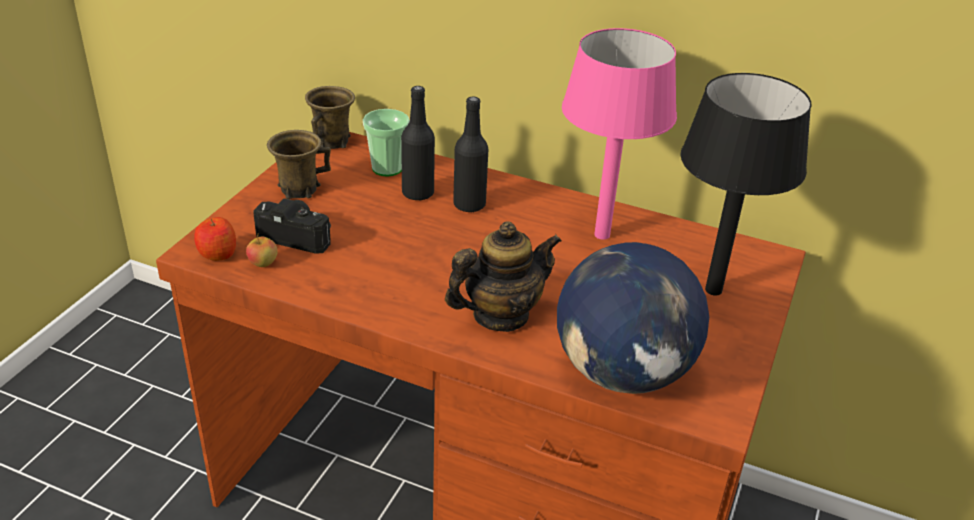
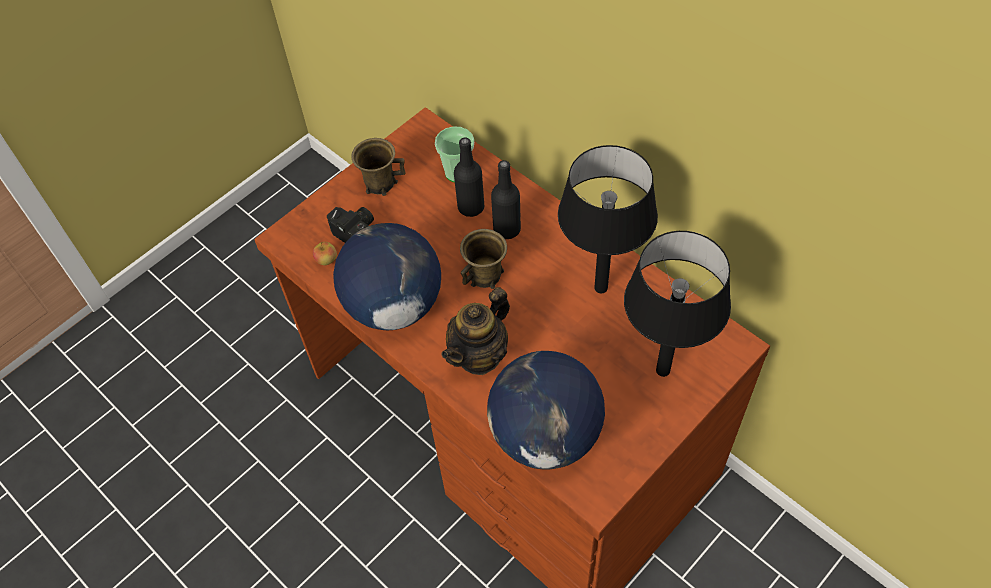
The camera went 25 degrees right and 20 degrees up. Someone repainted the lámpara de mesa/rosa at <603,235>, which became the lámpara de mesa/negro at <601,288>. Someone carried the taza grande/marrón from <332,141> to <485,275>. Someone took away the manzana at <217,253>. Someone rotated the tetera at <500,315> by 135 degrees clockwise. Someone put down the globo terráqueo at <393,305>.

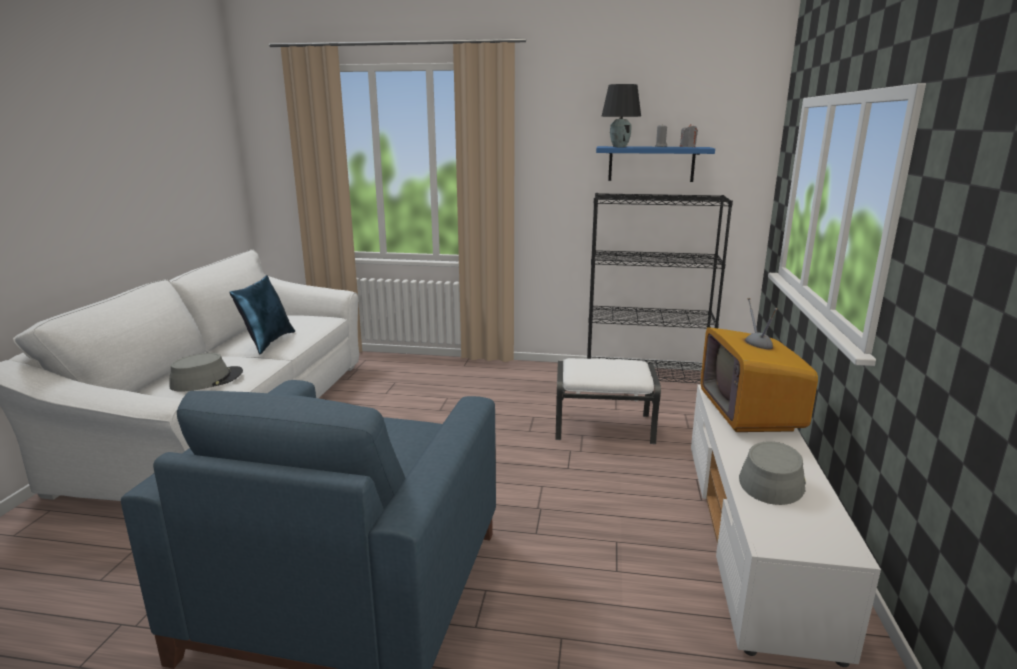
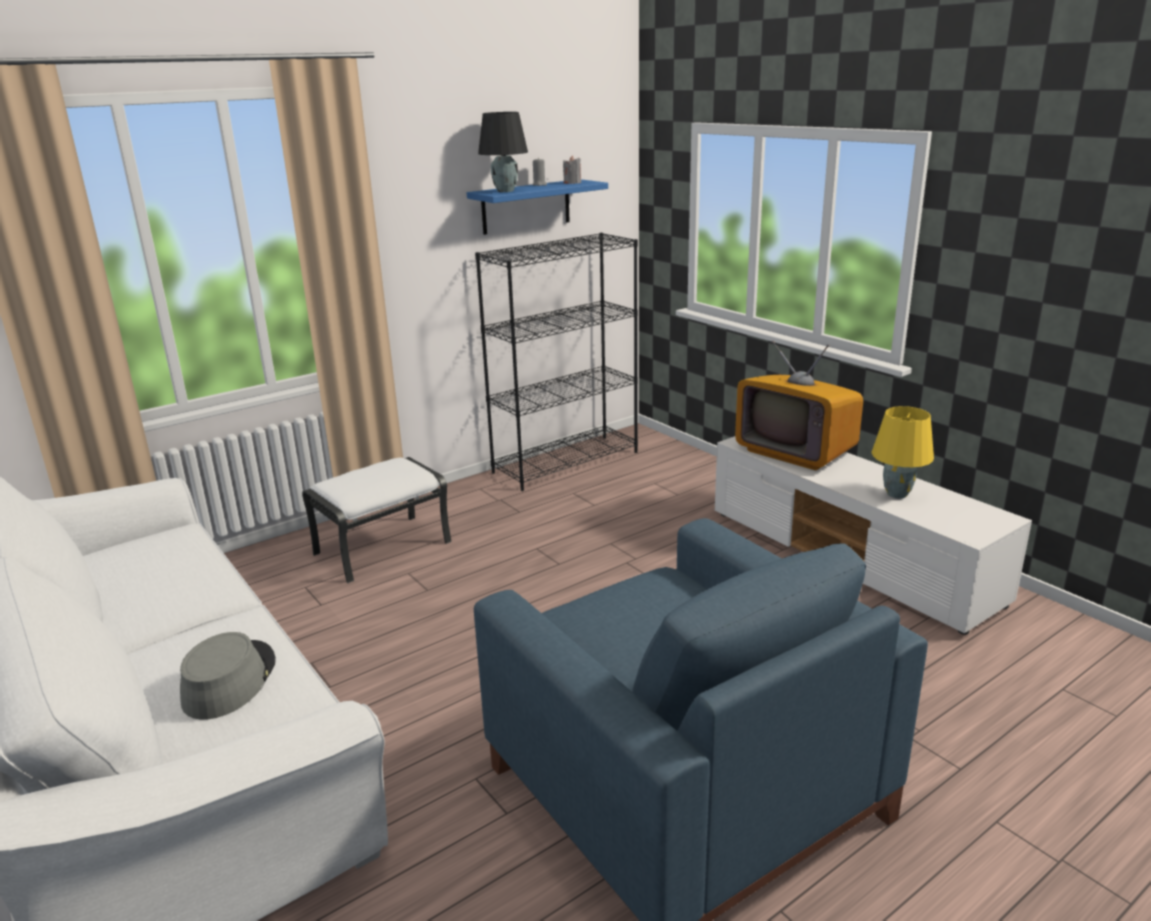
The camera went 45 degrees left and 5 degrees up. Someone took away the cojín/azul at <267,342>. Someone carried the puf/blanco from <604,427> to <383,547>. Someone swapped the sombrero/gris at <771,479> for the lámpara de mesa/amarillo at <896,494>.

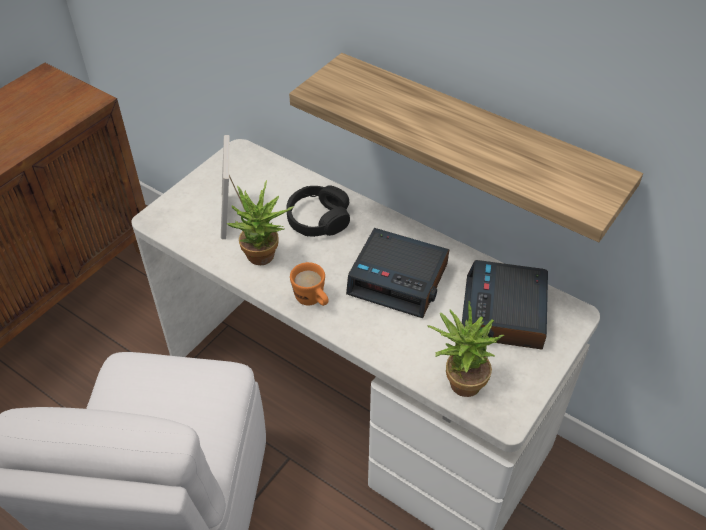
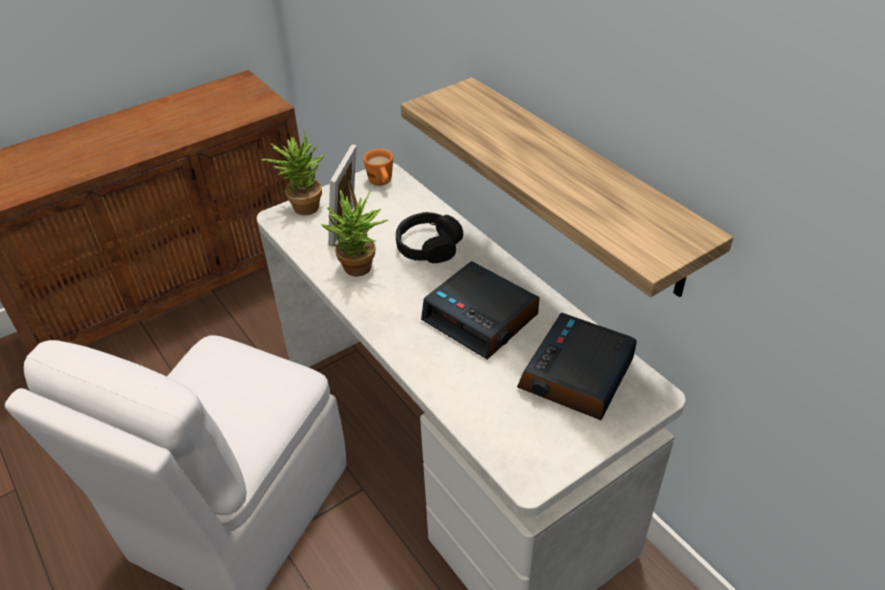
The camera went 20 degrees right and 5 degrees down. Someone carried the taza grande/naranja from <312,301> to <381,183>. Someone carried the planta en maceta from <458,382> to <302,206>.

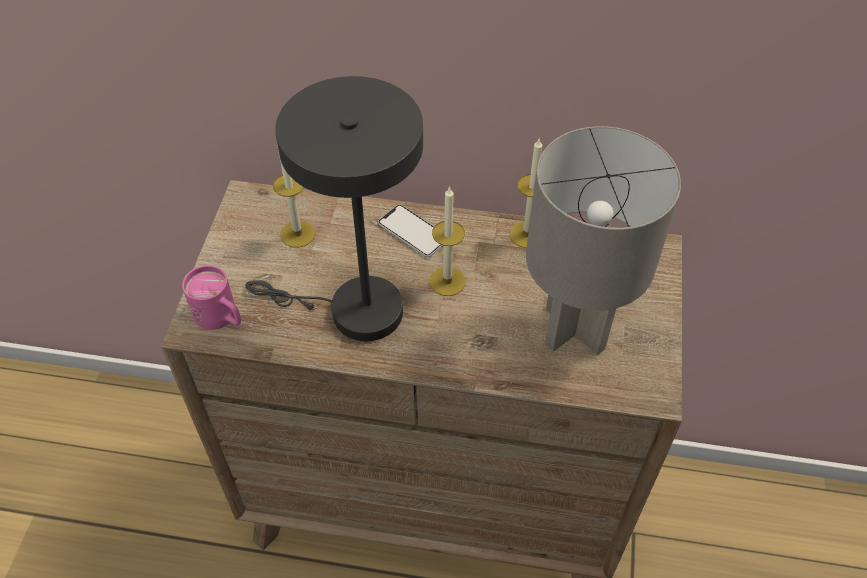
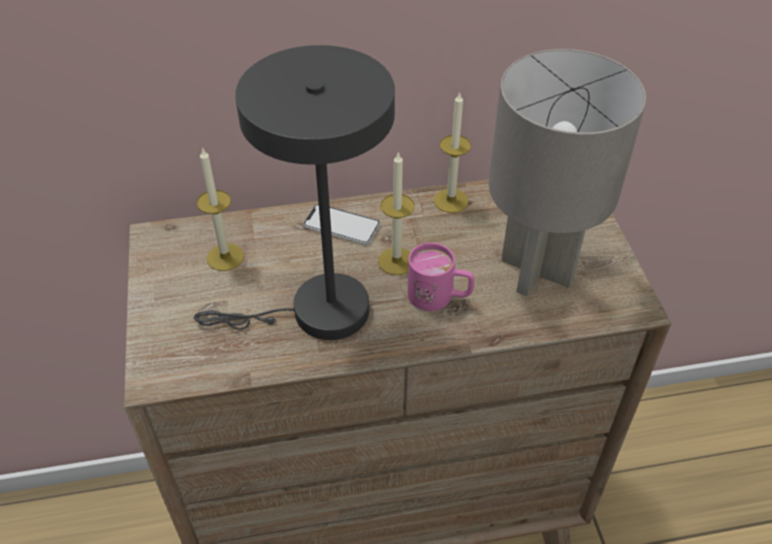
The camera went 20 degrees left and 5 degrees down. Someone carried the taza grande/rosa from <221,318> to <439,297>.

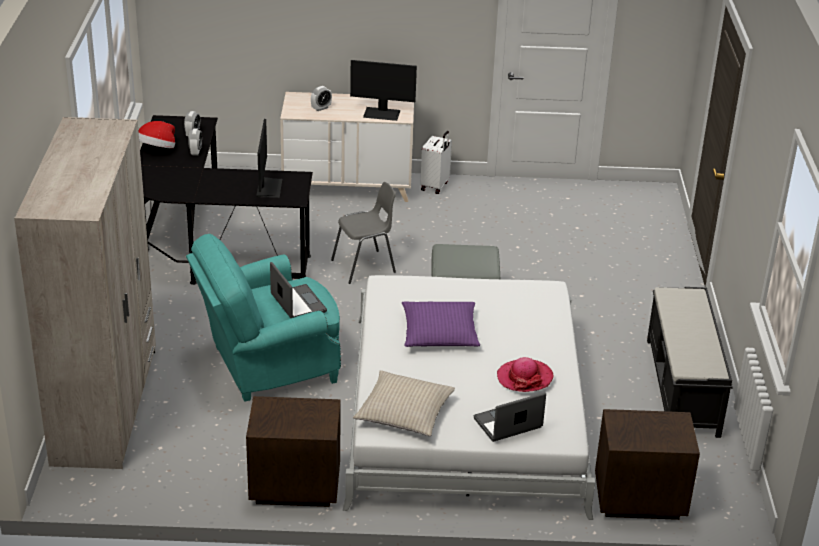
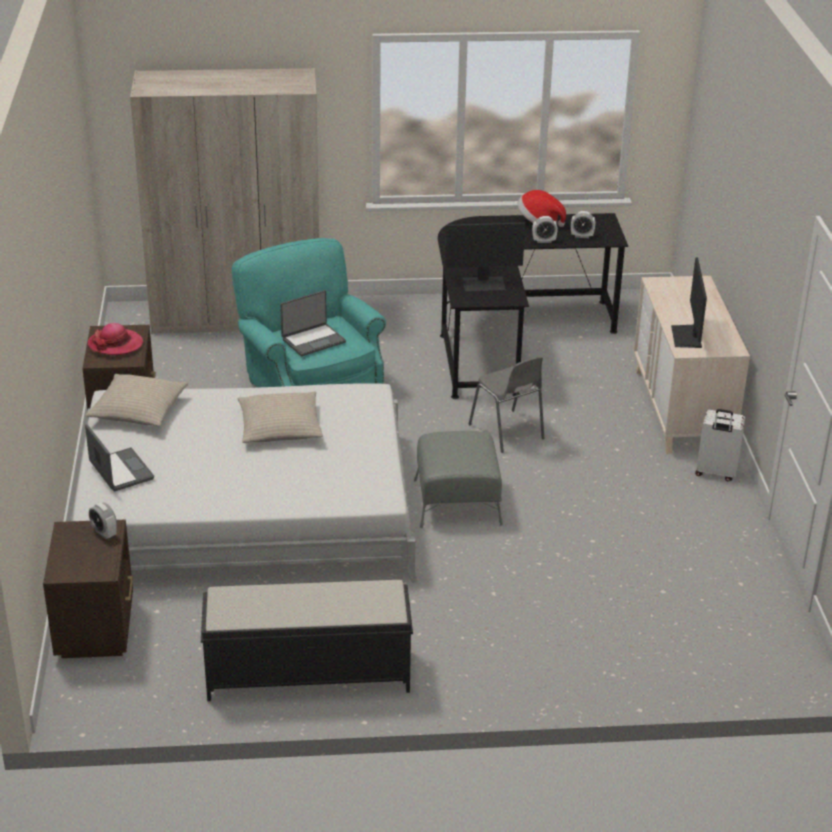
The camera went 85 degrees right and 0 degrees up. Someone carried the despertador from <321,108> to <104,533>. Someone repainted the cojín/morado at <440,333>, which became the cojín/beis at <280,427>. Someone carried the sombrero from <524,378> to <115,344>.

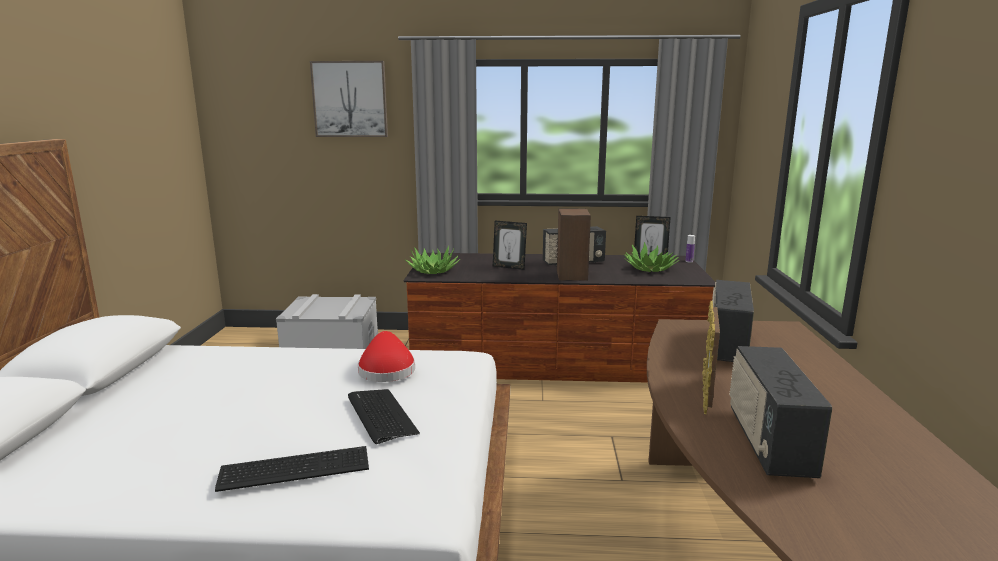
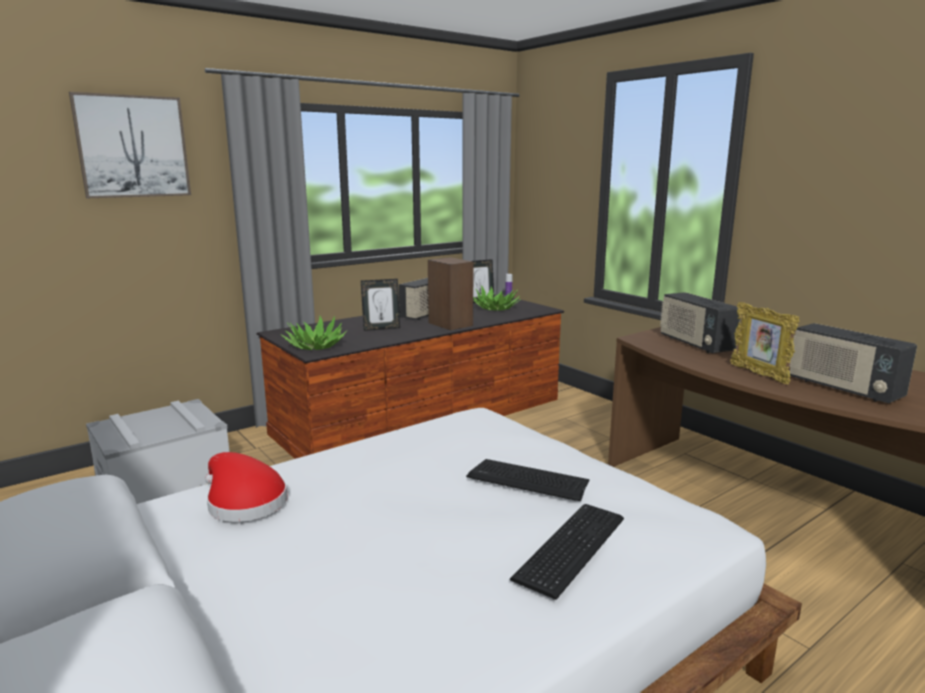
The camera went 40 degrees left and 0 degrees up. Someone carried the sombrero/rojo from <386,369> to <243,501>.

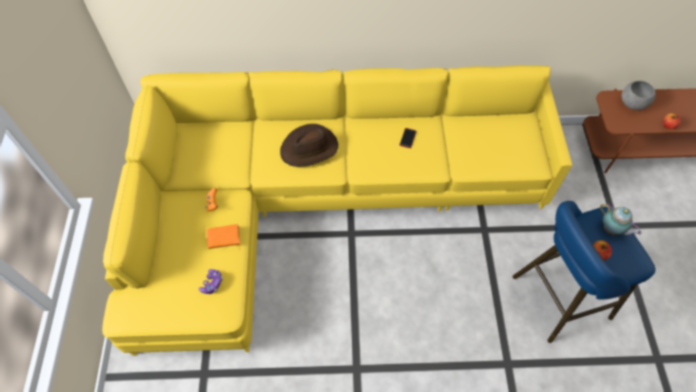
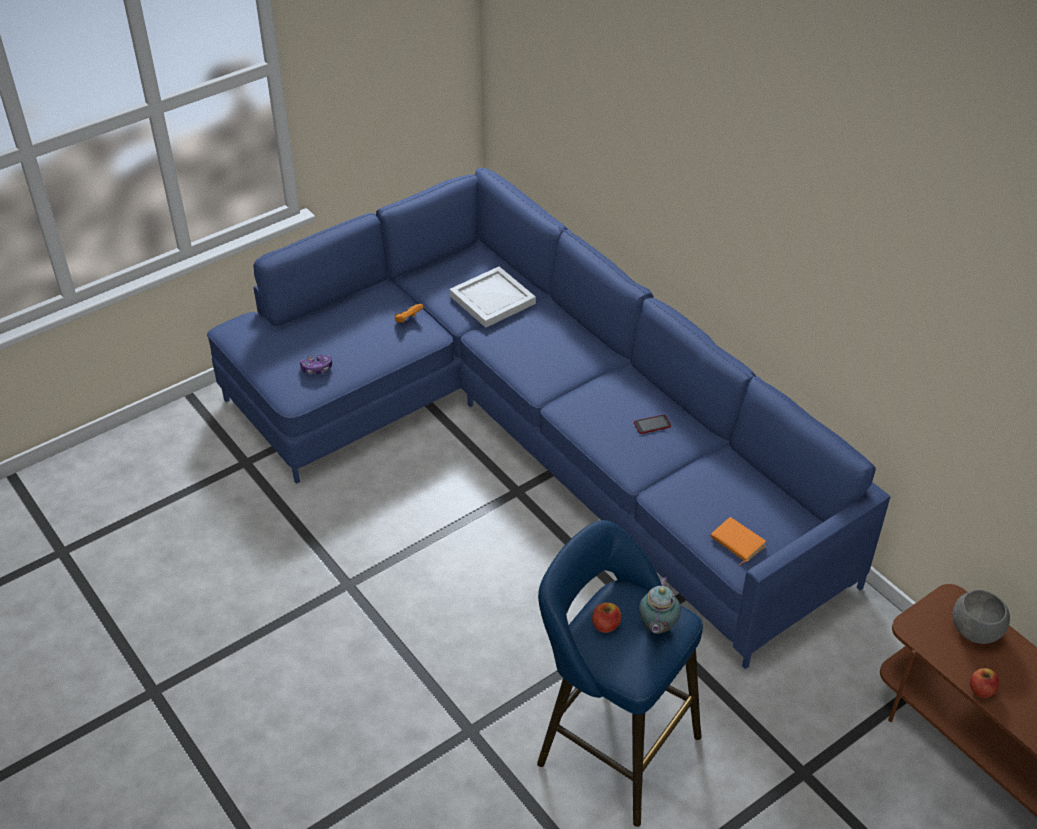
The camera went 55 degrees right and 15 degrees down. Someone repainted the sofá/amarillo at <313,200>, which became the sofá/azul at <529,434>. Someone took away the sombrero/marrón at <309,148>. Someone carried the libro/naranja from <223,238> to <736,542>. Someone put down the bandeja/blanco at <492,299>.

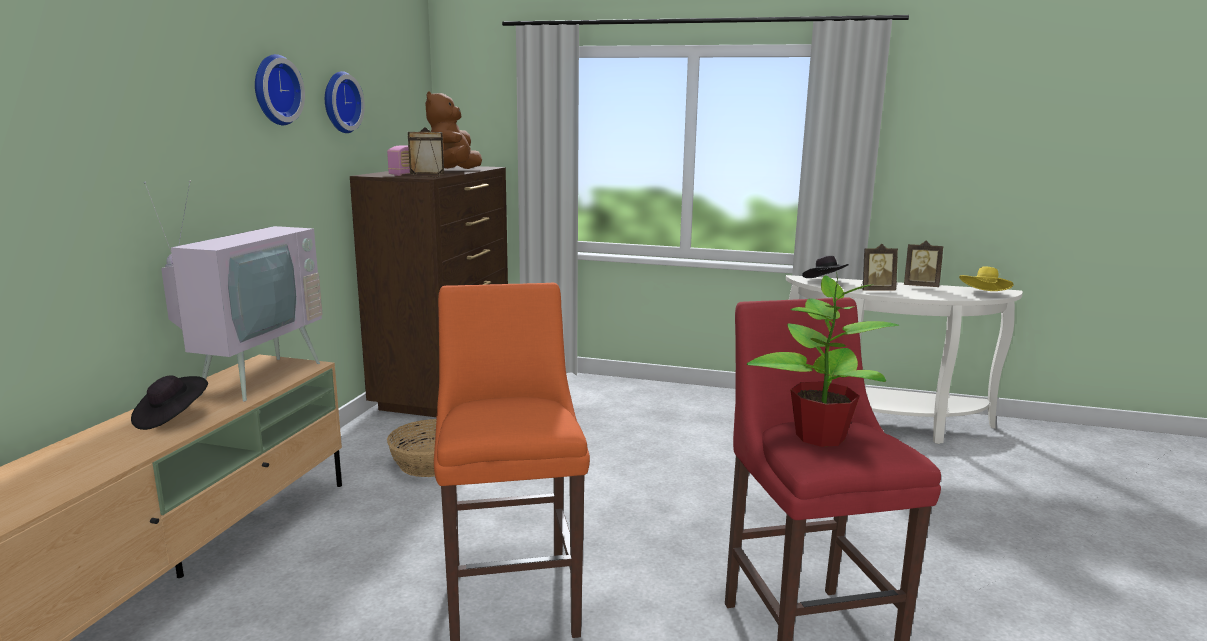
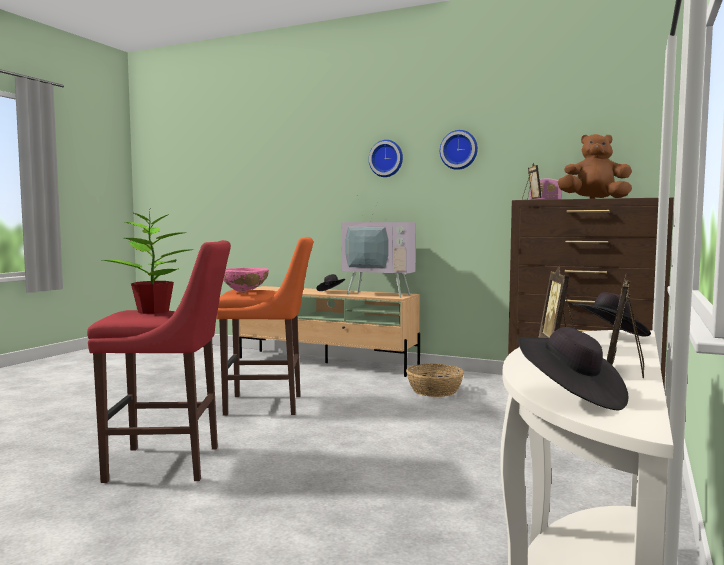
The camera went 100 degrees right and 10 degrees down. Someone carried the reloj de pared from <339,102> to <386,158>. Someone repainted the sombrero/amarillo at <984,294>, which became the sombrero/negro at <570,397>. Someone put down the cuenco/rosa at <245,292>.

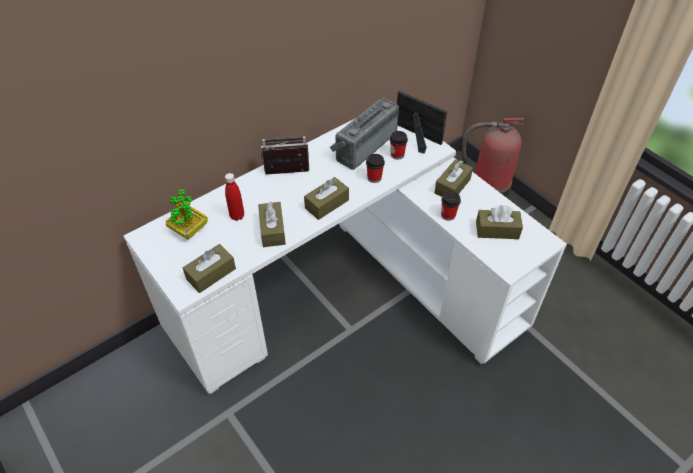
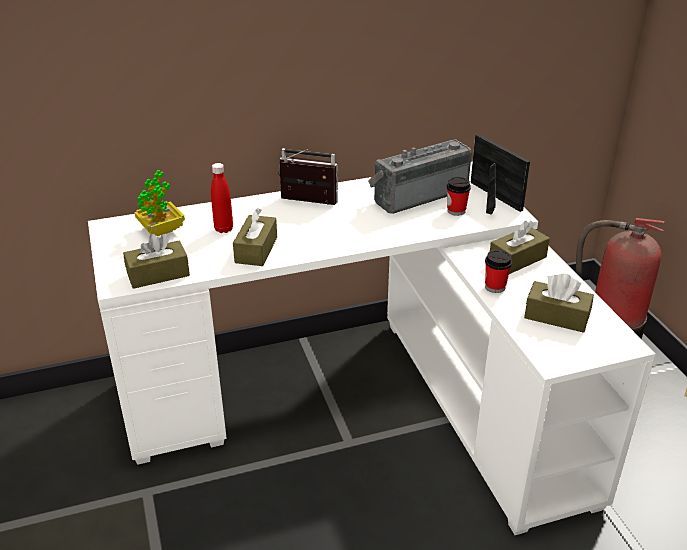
The camera went 20 degrees right and 15 degrees down. Someone took away the taza at <374,178>. Someone took away the caja de pañuelos/marrón at <327,204>.

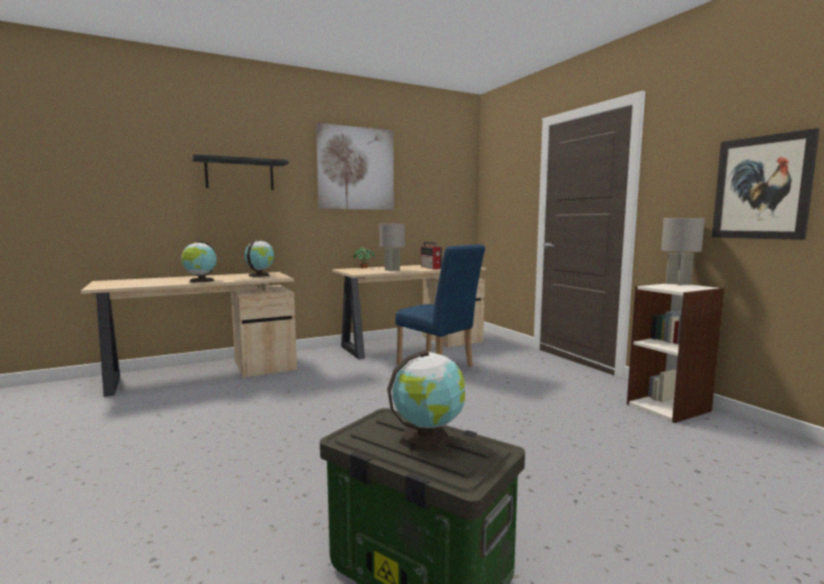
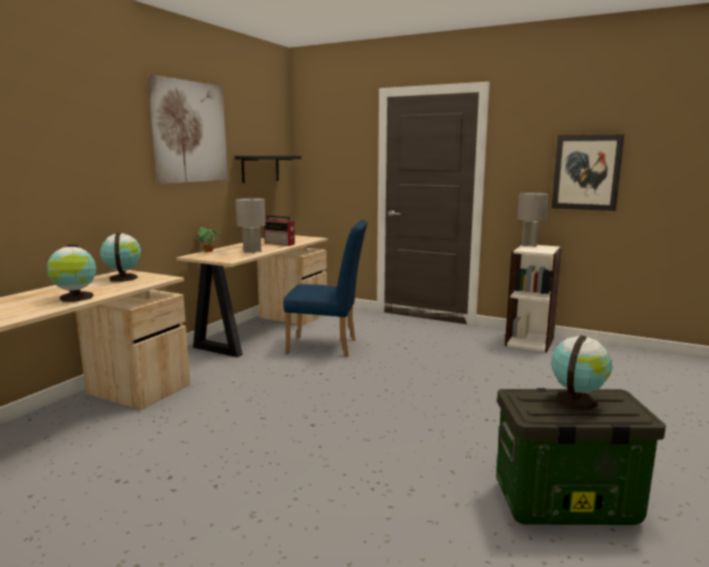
The camera went 35 degrees left and 5 degrees up. Someone carried the estante/negro from <239,174> to <260,168>.

